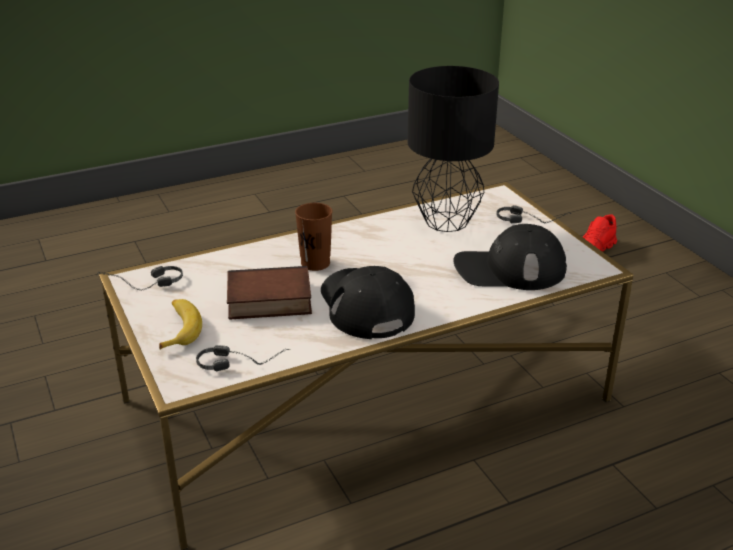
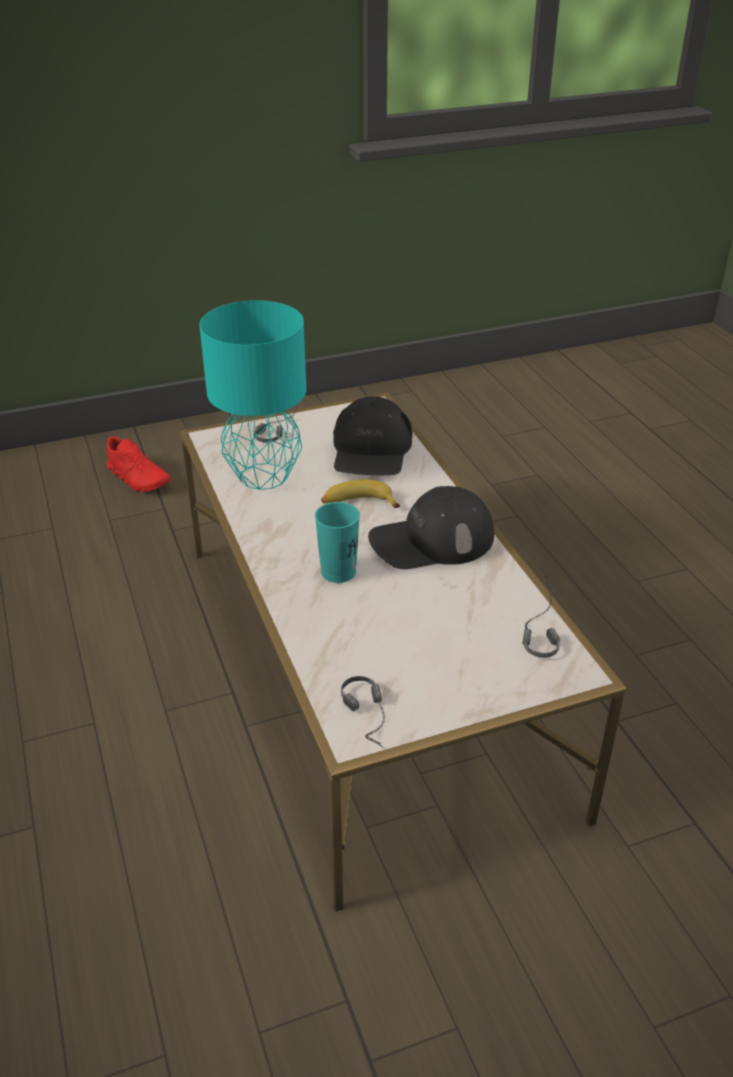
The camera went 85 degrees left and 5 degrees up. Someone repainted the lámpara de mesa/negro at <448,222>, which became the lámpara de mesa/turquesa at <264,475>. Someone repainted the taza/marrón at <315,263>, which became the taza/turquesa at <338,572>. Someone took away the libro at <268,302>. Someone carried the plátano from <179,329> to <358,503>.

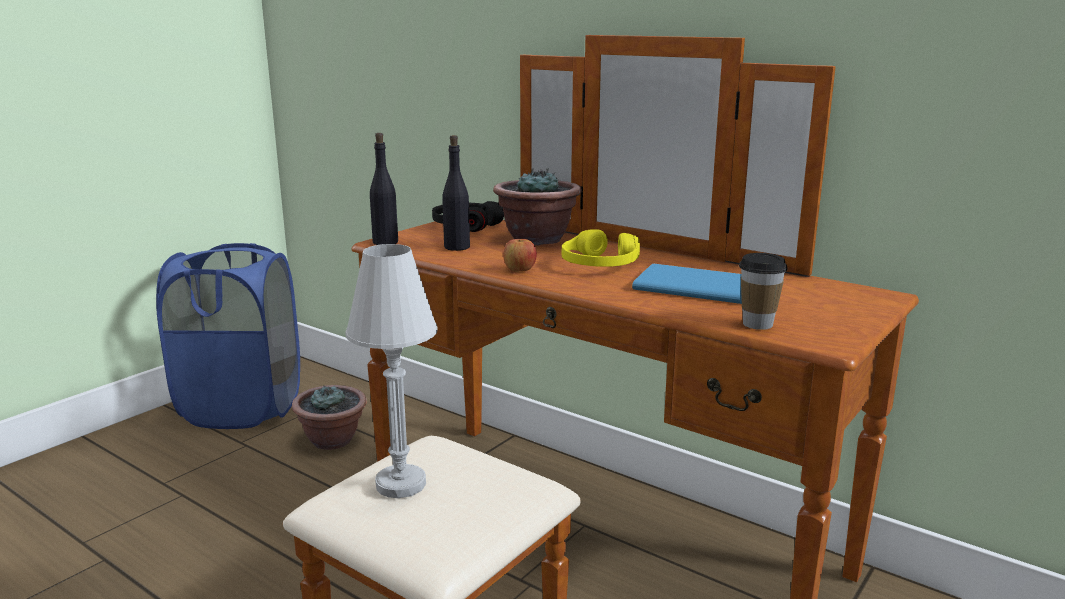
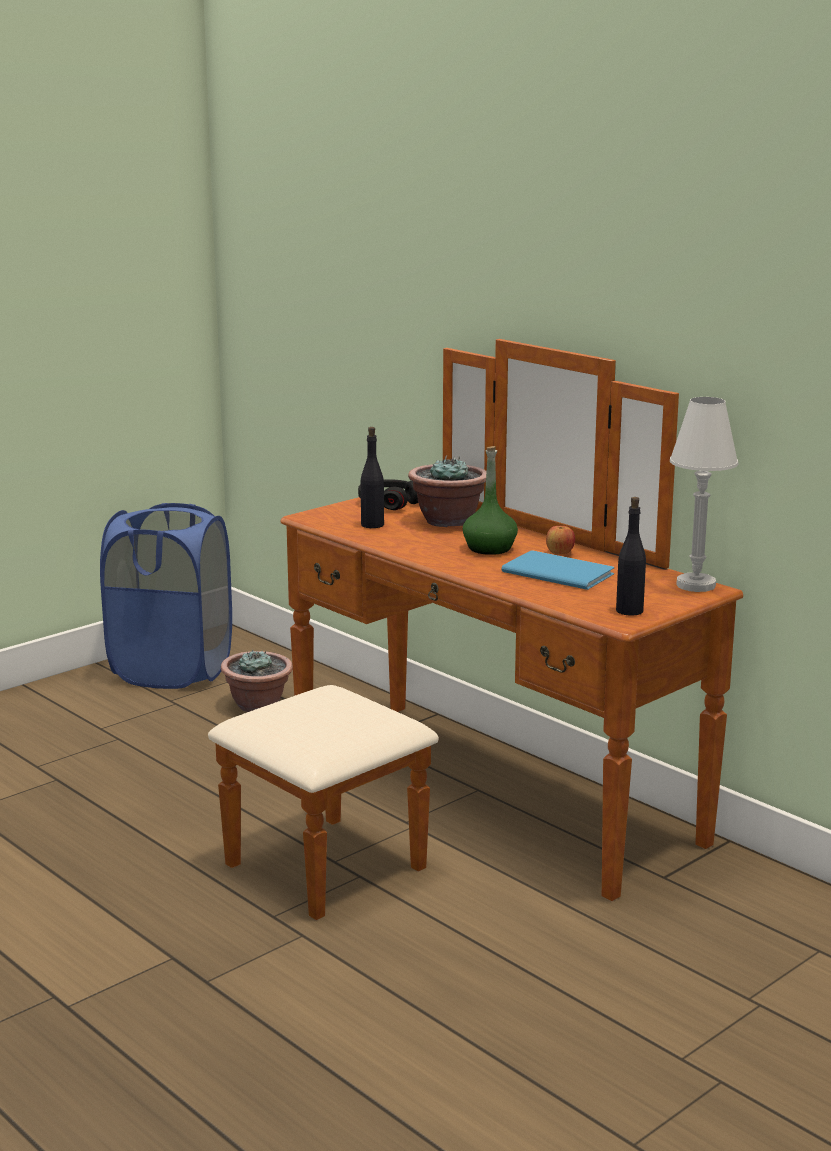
The camera went 10 degrees right and 0 degrees up. Someone carried the botella/negro from <385,242> to <629,611>. Someone swapped the auriculares/amarillo at <599,265> for the botella/verde at <489,548>. Someone carried the manzana from <520,270> to <560,553>. Someone carried the lámpara de mesa/blanco from <401,484> to <696,585>. Someone took away the taza at <757,324>.

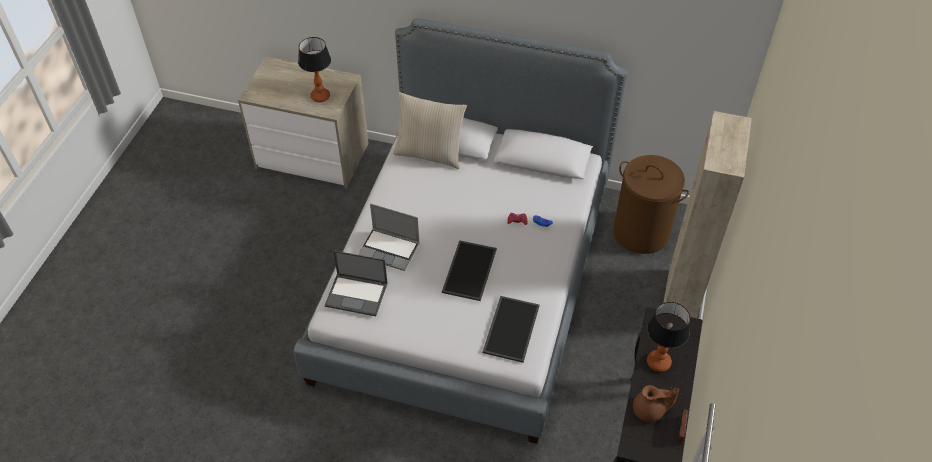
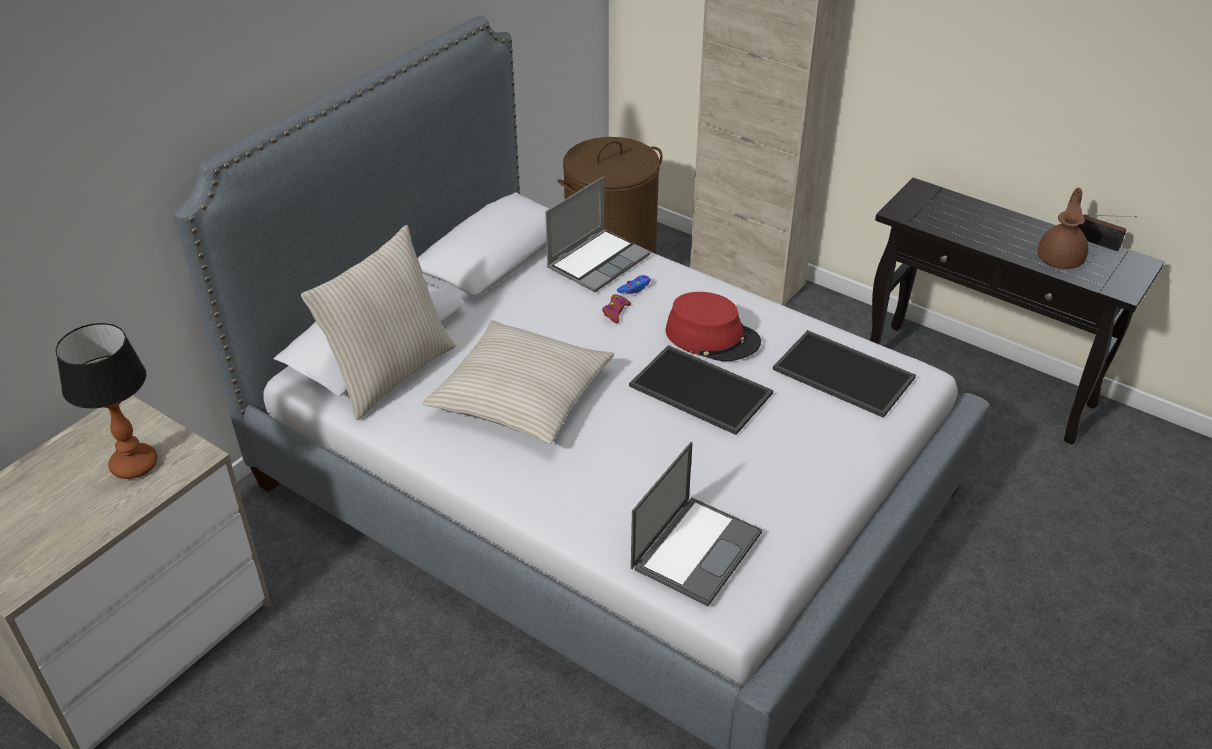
The camera went 70 degrees left and 10 degrees down. Someone carried the portátil from <390,249> to <598,261>. Someone took away the lámpara de mesa at <658,363>. Someone put down the sombrero/rojo at <712,337>. Someone put down the cojín/beis at <521,396>.

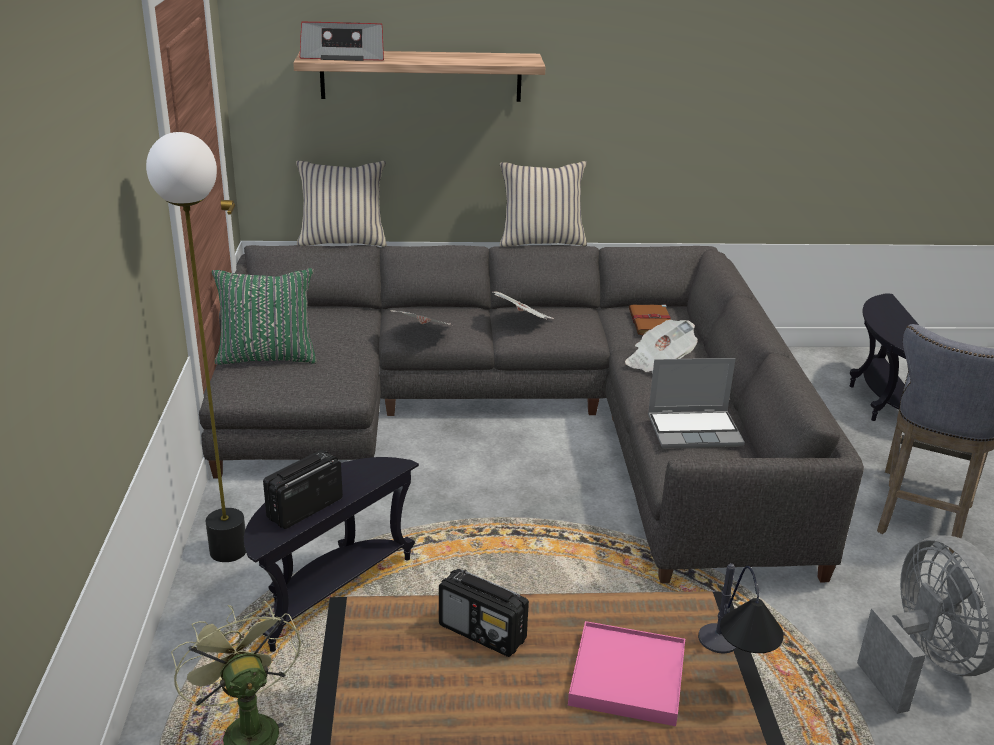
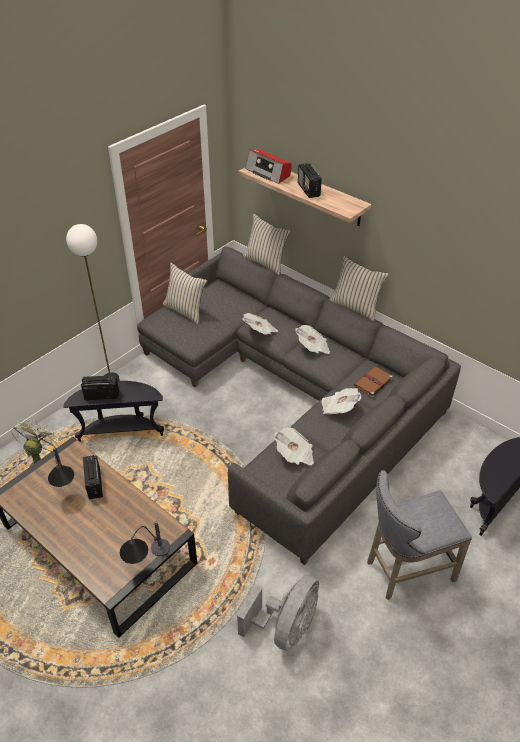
The camera went 45 degrees right and 15 degrees up. Someone repainted the cojín/verde at <268,356>, which became the cojín/beis at <185,310>. Someone swapped the portátil at <695,430> for the periódico at <294,454>. Someone took away the bandeja/rosa at <627,677>. Someone put down the radio at <308,190>. Someone put down the lámpara de mesa at <65,487>.

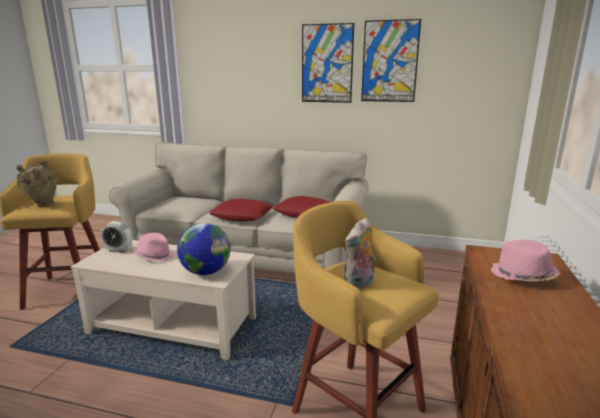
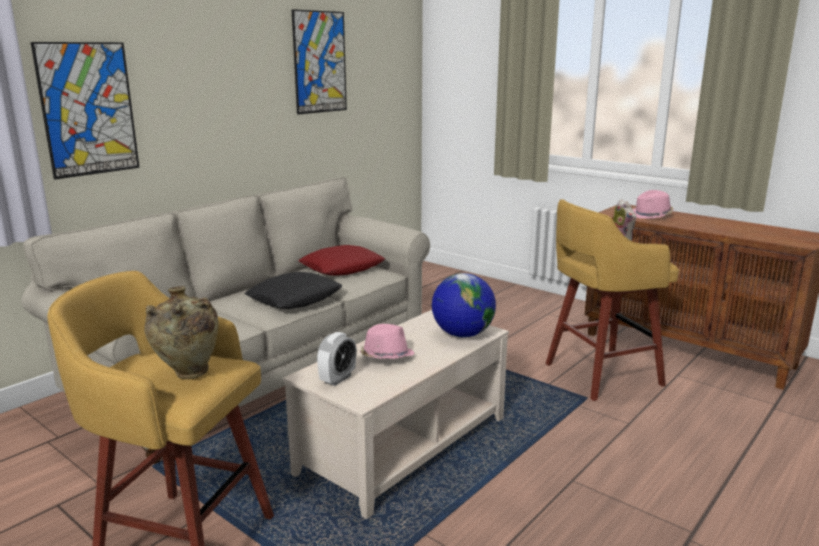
The camera went 65 degrees left and 0 degrees up. Someone carried the cuadro from <327,64> to <88,109>. Someone repainted the cojín/rojo at <242,216>, which became the cojín/negro at <295,298>.

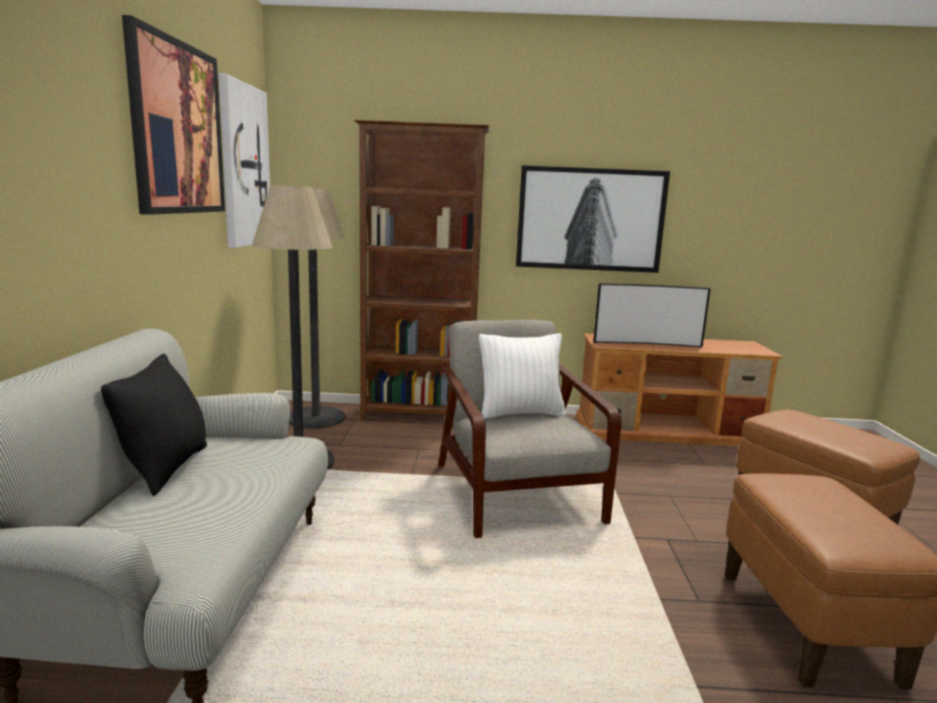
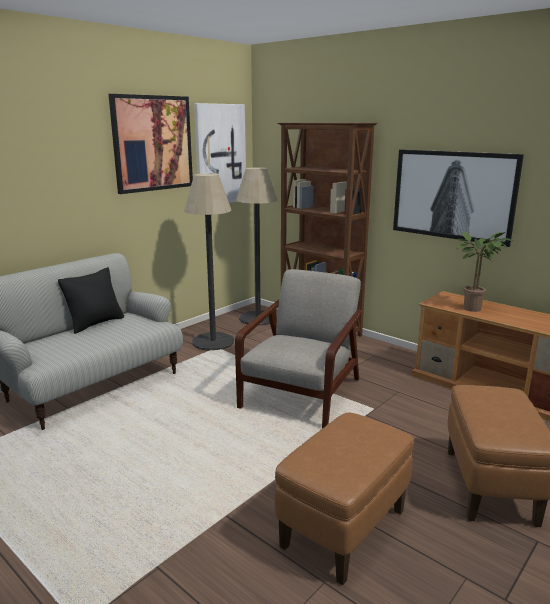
The camera went 40 degrees right and 5 degrees up. Someone swapped the televisor at <646,343> for the planta en maceta at <475,308>. Someone took away the cojín/blanco at <520,413>.

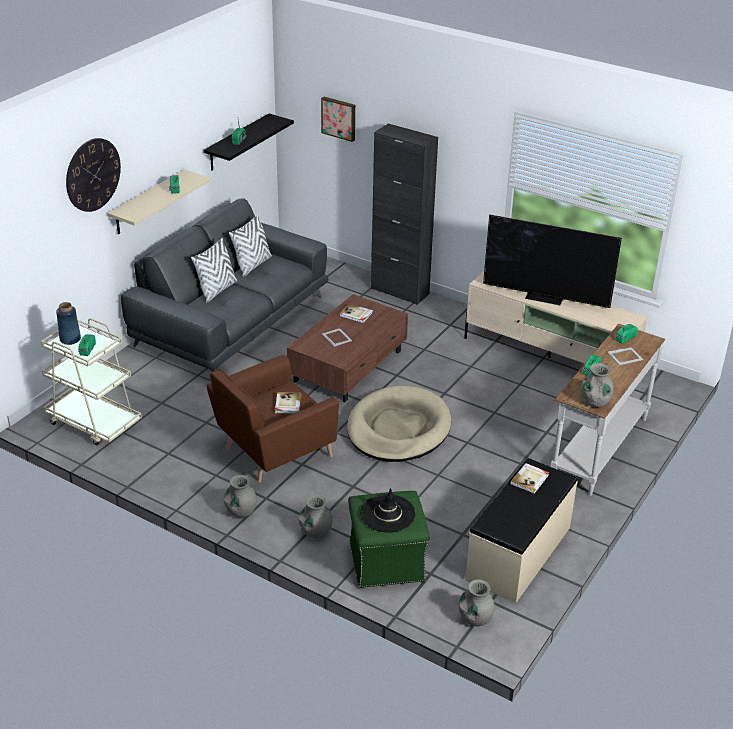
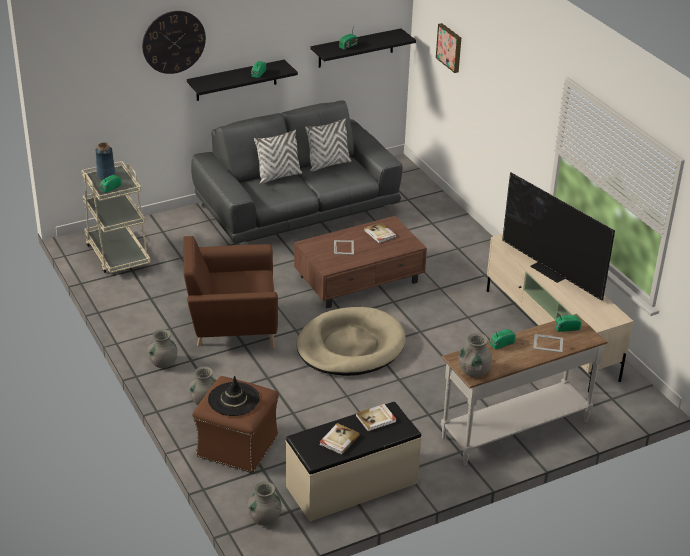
The camera went 30 degrees right and 0 degrees up. Someone took away the armario/negro at <400,291>. Someone repainted the estante/beis at <148,202>, which became the estante/negro at <236,80>. Someone carried the libro from <287,404> to <338,440>. Someone repainted the puf/verde at <385,562>, which became the puf/marrón at <236,446>.

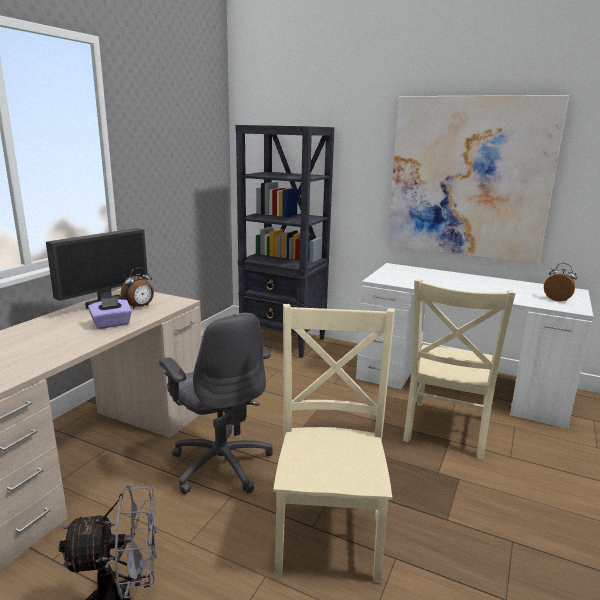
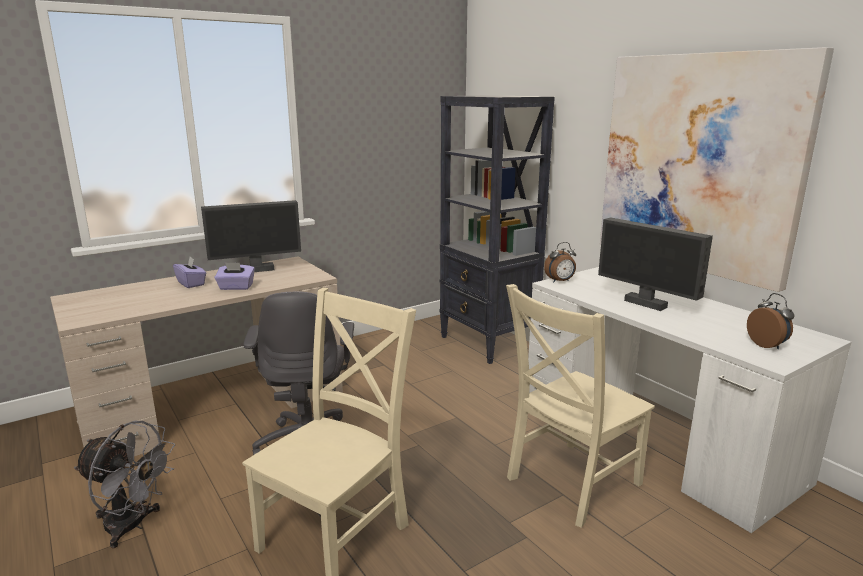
The camera went 30 degrees right and 0 degrees up. Someone carried the despertador from <140,307> to <560,281>. Someone put down the monitor at <646,303>. Someone put down the caja de pañuelos/morado at <191,283>.

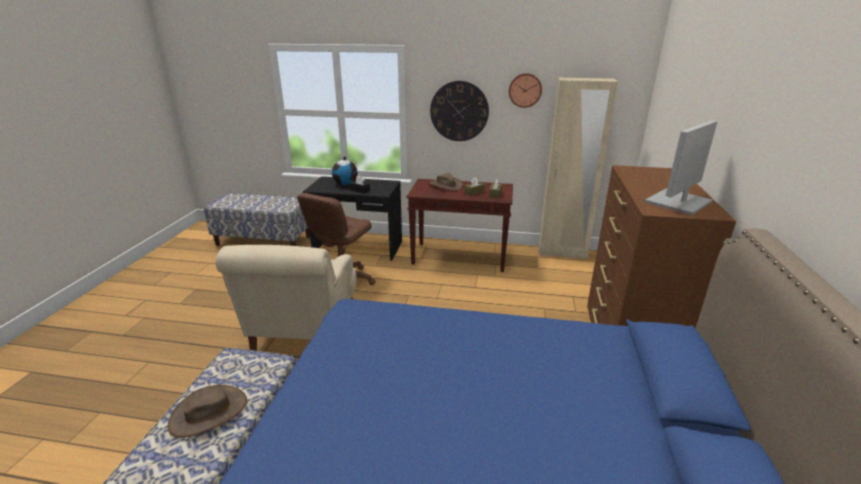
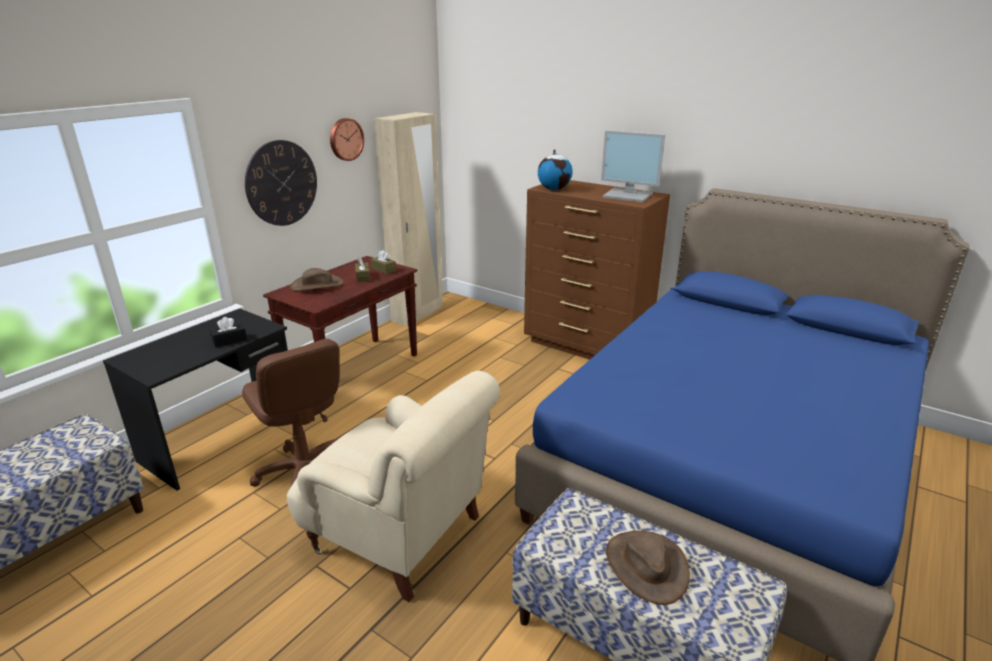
The camera went 65 degrees left and 0 degrees up. Someone rotated the monitor at <678,202> by 45 degrees counterclockwise. Someone carried the globo terráqueo from <345,184> to <554,189>.

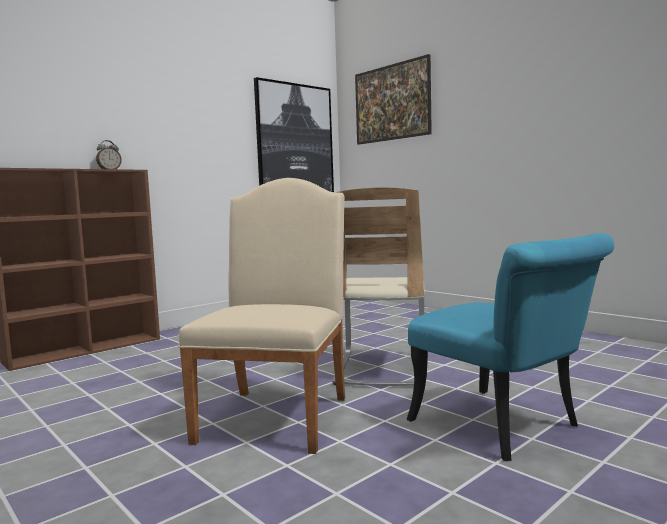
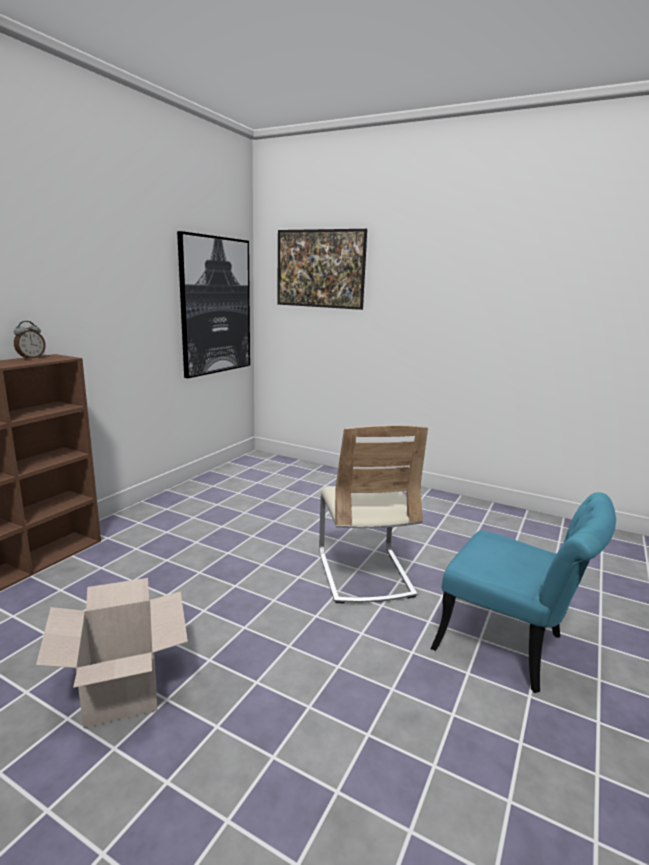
The camera went 20 degrees left and 10 degrees up. Someone took away the silla/beis at <278,414>. Someone put down the caja de cartón at <121,687>.

